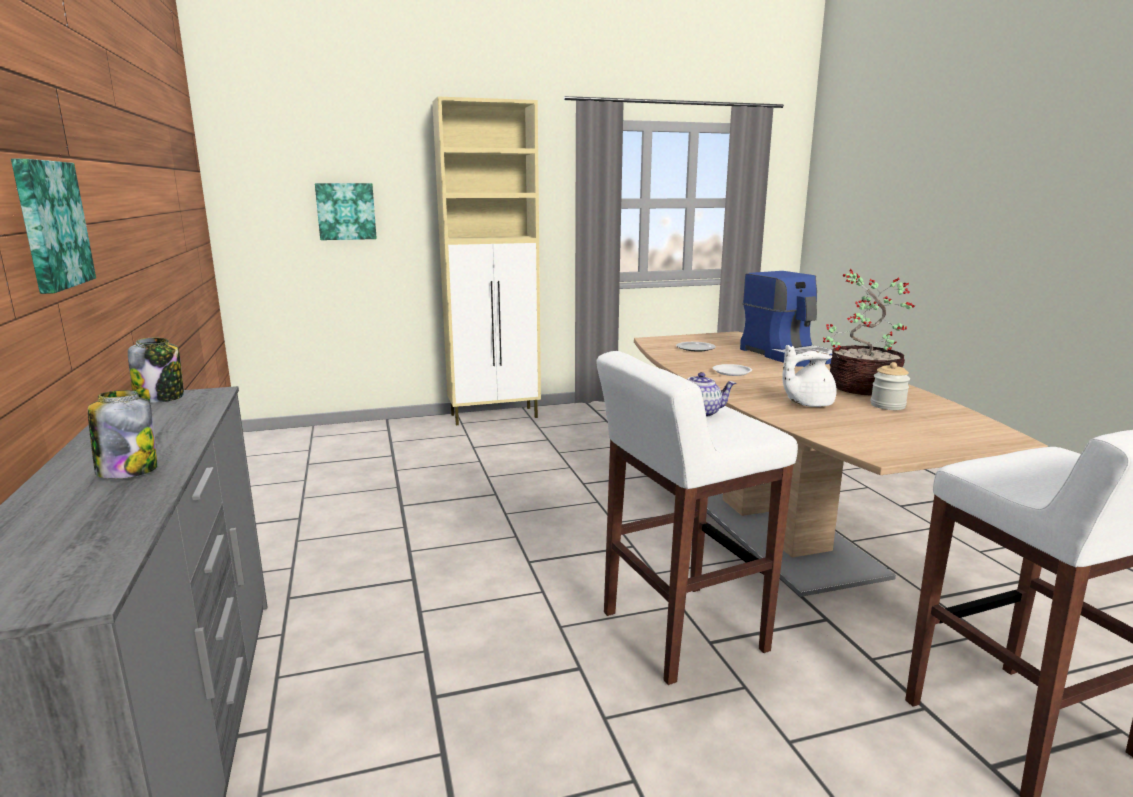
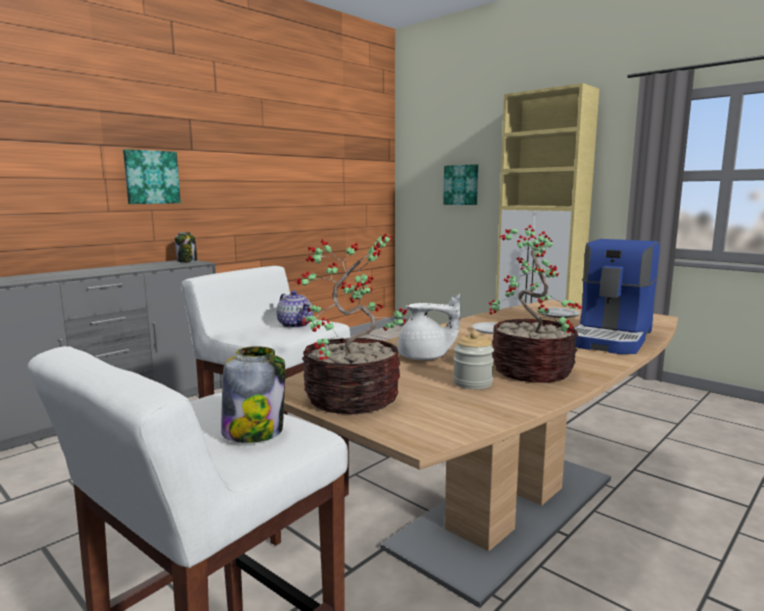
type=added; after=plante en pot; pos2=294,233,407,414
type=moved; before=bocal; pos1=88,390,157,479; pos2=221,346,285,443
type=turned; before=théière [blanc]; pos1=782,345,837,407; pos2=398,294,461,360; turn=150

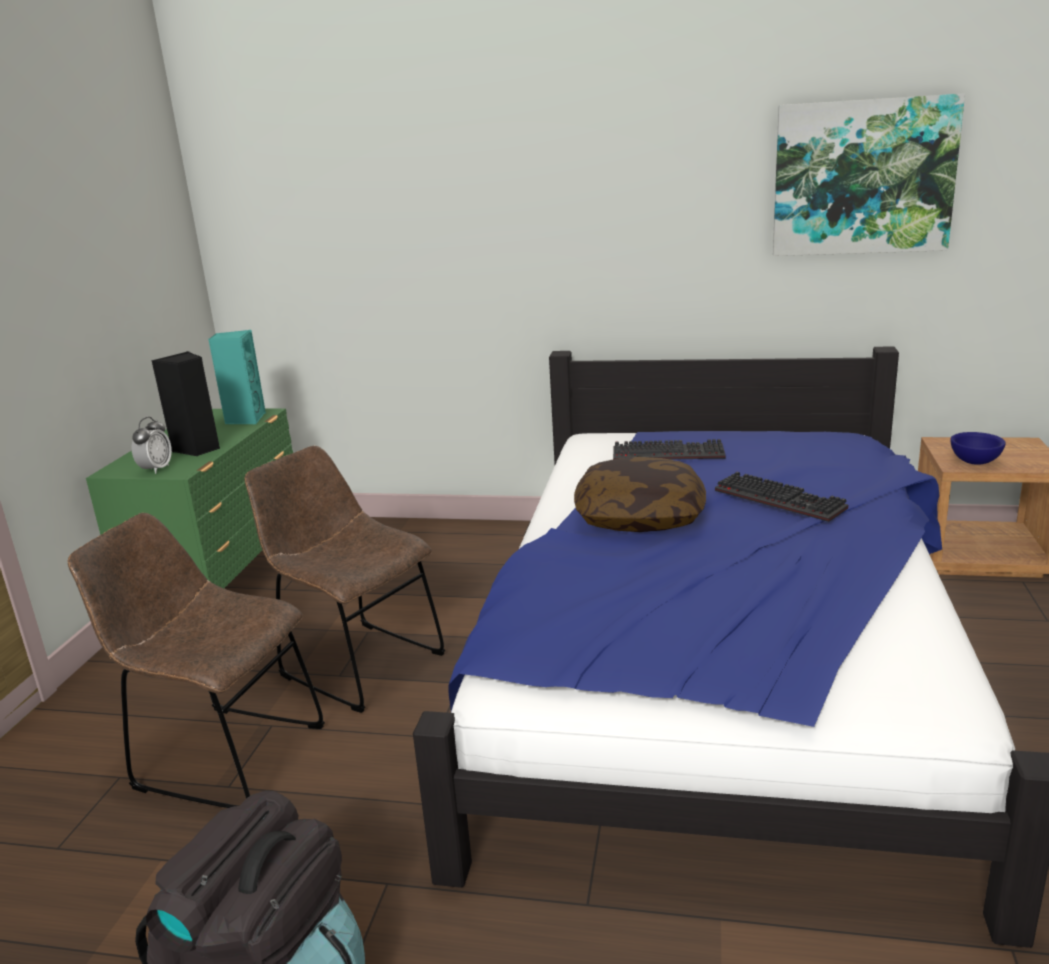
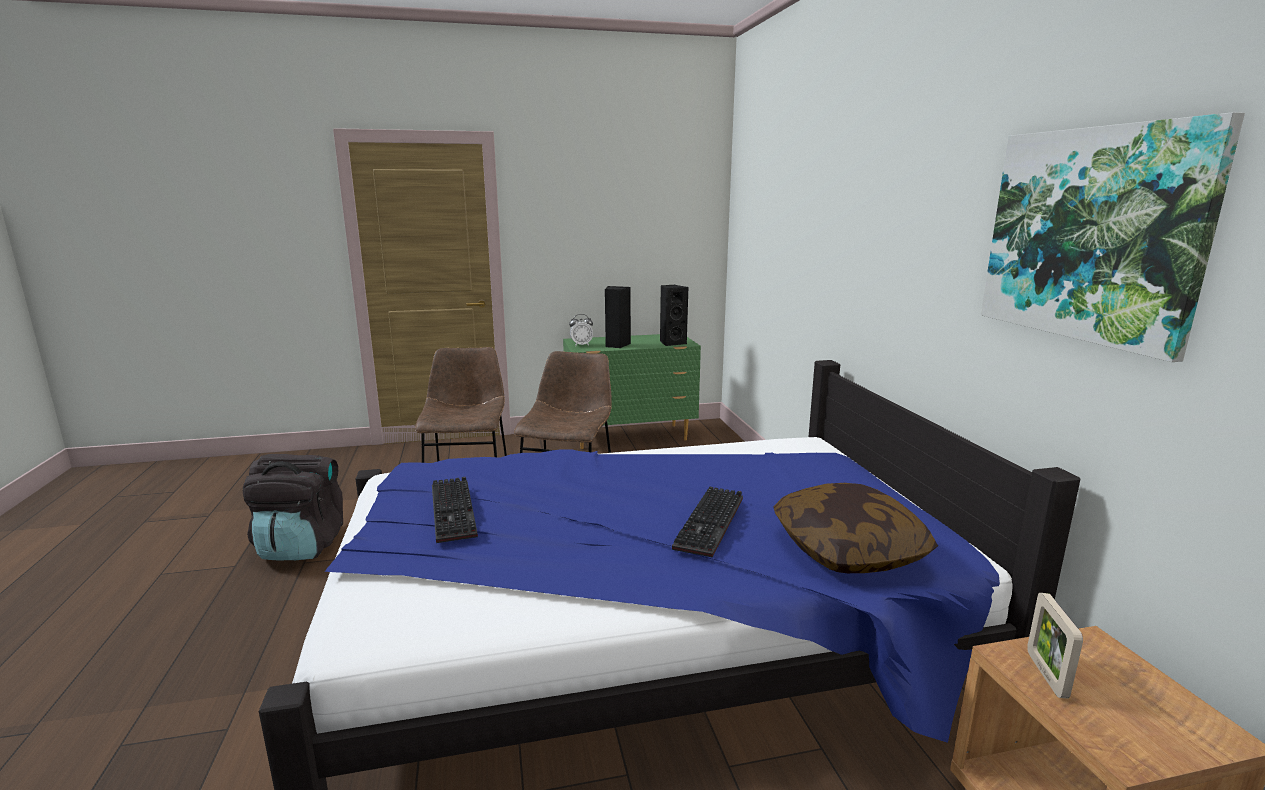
type=moved; before=coussin; pos1=574,457,706,532; pos2=773,483,938,573
type=moved; before=clavier; pos1=613,439,726,460; pos2=432,477,478,543
type=replaced; before=bol [bleu]; after=cadre photo; pos1=950,432,1006,465; pos2=1027,593,1083,699
type=recoloured; before=enceinte [turquoise]; after=enceinte [noir]; pos1=208,330,266,424; pos2=660,285,688,346

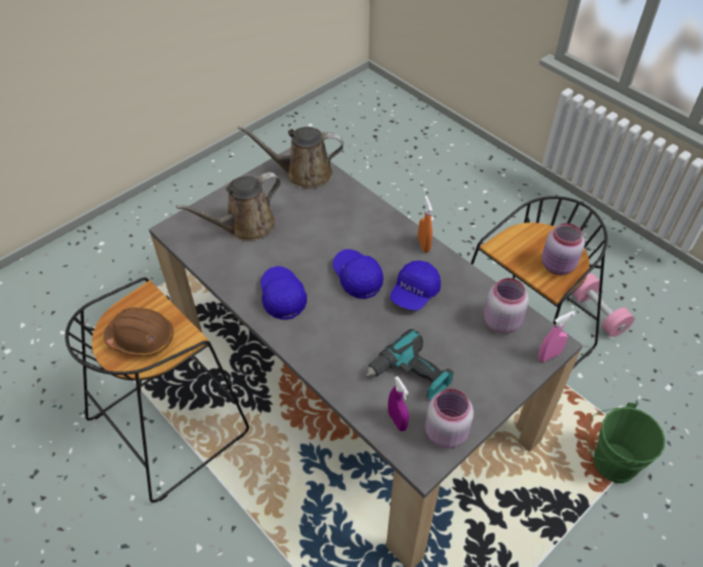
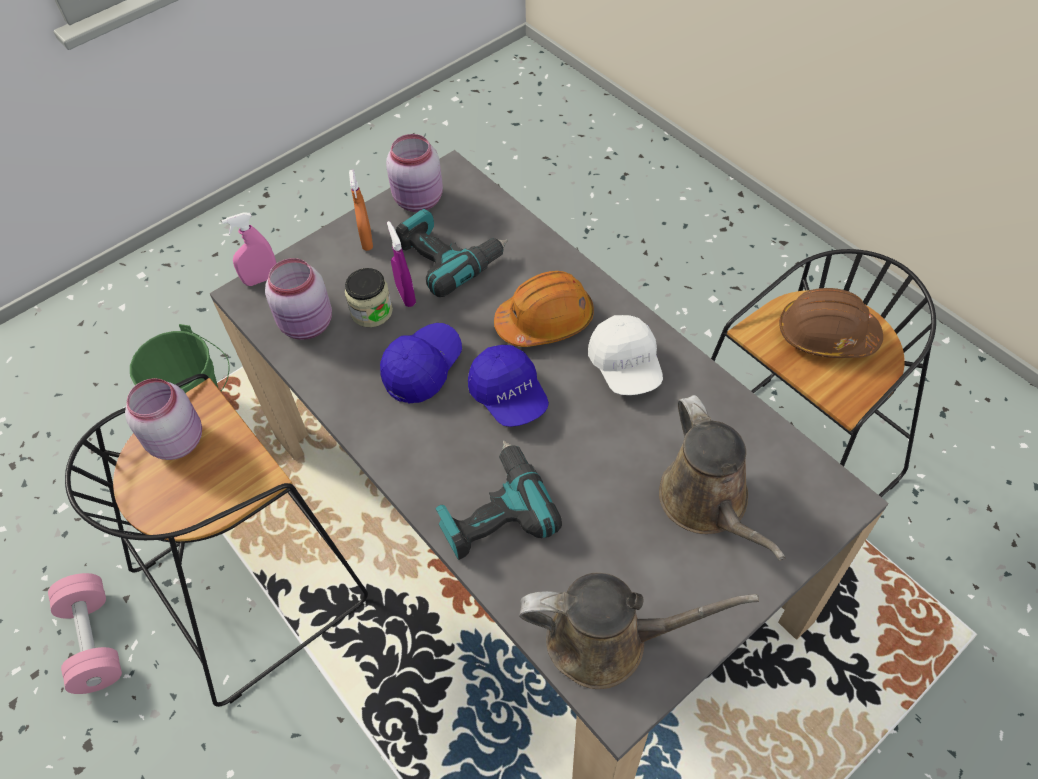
type=added; after=bocal; pos2=345,268,393,327
type=added; after=perceuse; pos2=435,440,562,560
type=added; after=casque de chantier [orange]; pos2=494,271,594,347
type=moved; before=vaporisateur [violet]; pos1=388,376,409,431; pos2=387,221,416,307
type=moved; before=vaporisateur [orange]; pos1=418,196,432,253; pos2=349,170,373,251
type=recoloured; before=casquette [bleu]; after=casquette [blanc]; pos1=261,266,307,320; pos2=588,315,663,395
type=turned; before=arrosoir [marron]; pos1=176,172,281,241; pos2=659,395,785,561; turn=105

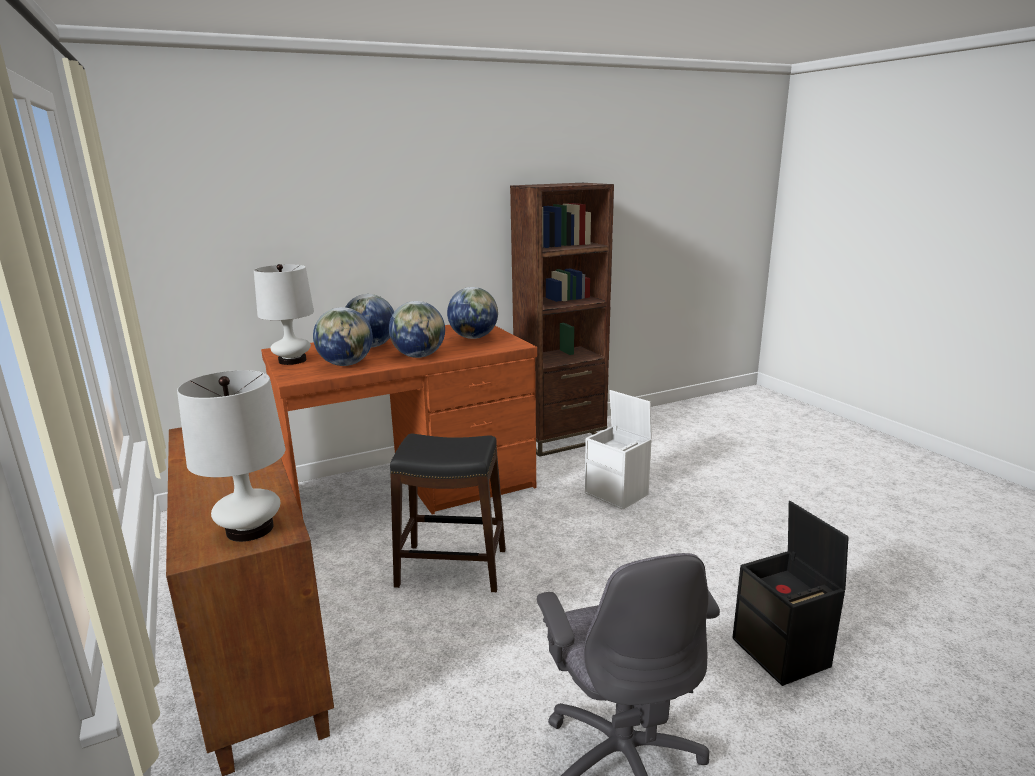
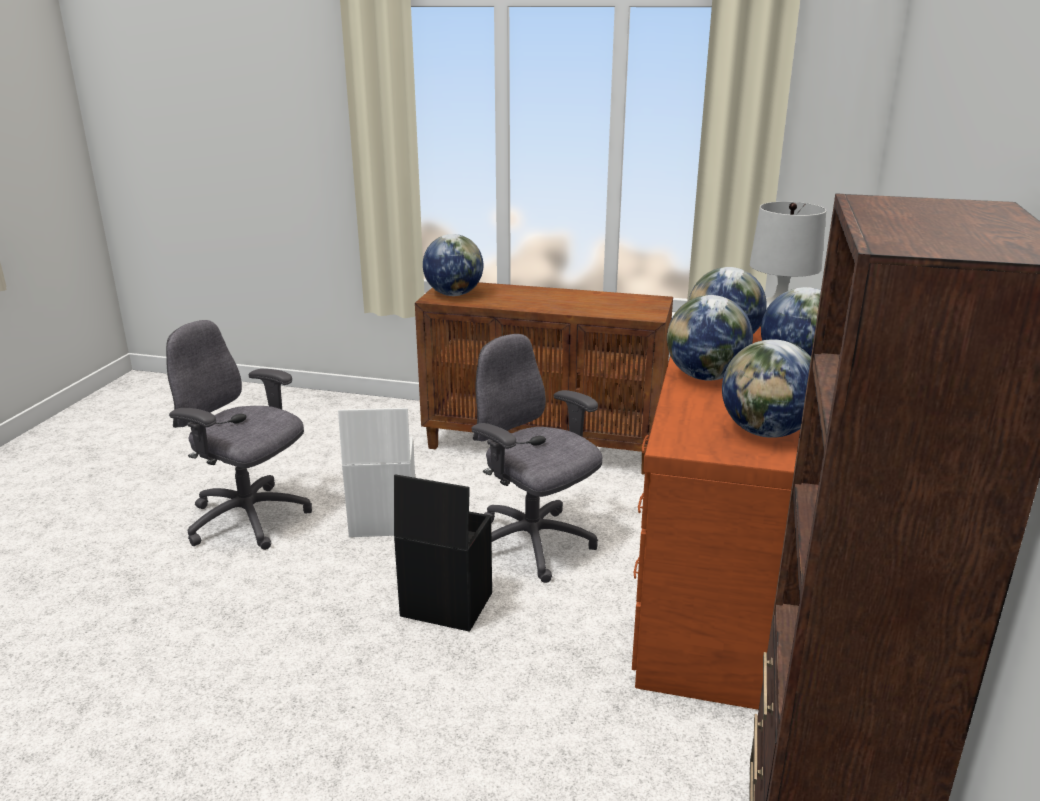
type=moved; before=boîte de rangement [blanc]; pos1=585,390,652,510; pos2=338,408,415,537
type=moved; before=boîte de rangement [noir]; pos1=732,501,849,686; pos2=394,474,492,632
type=replaced; before=lampe de table [blanc]; after=globe; pos1=177,370,285,542; pos2=423,234,483,296
type=replaced; before=tabouret [noir]; after=chaise de bureau [gris]; pos1=390,434,506,592; pos2=471,334,602,583

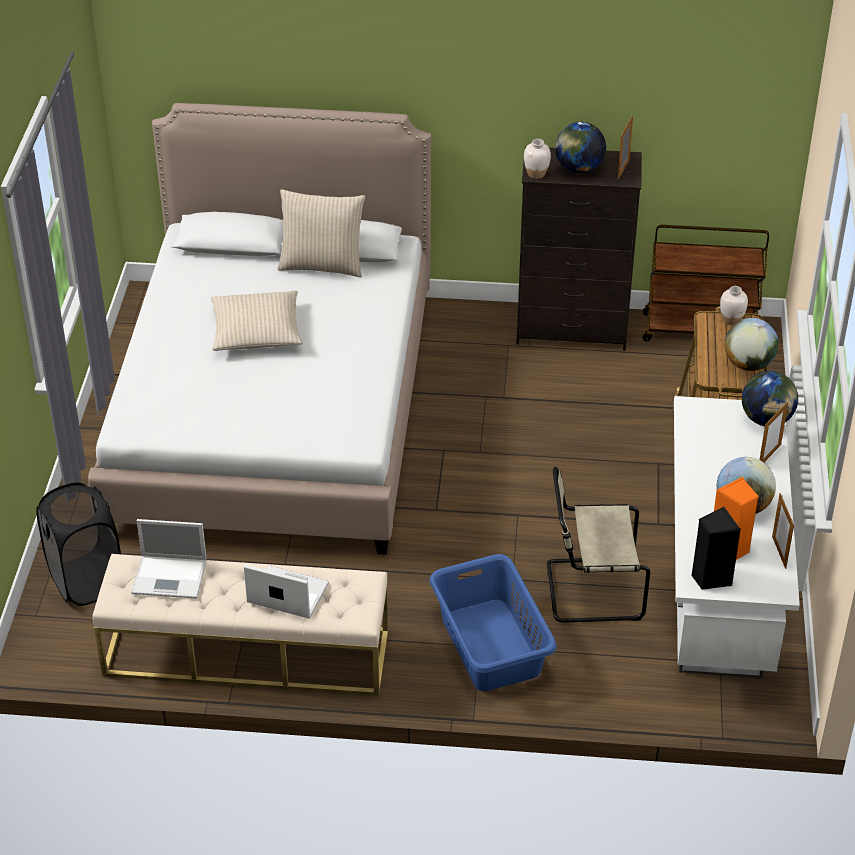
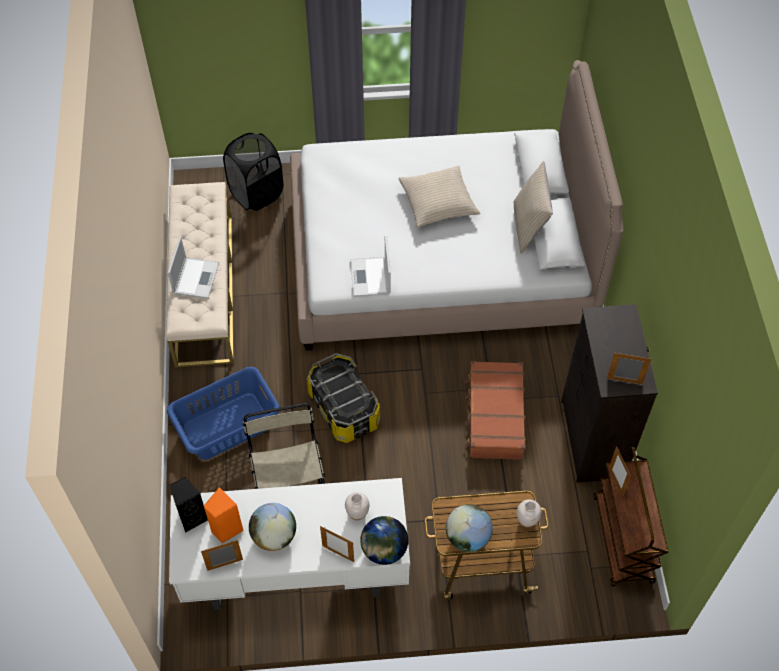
type=removed; before=globe; pos1=555,122,606,173
type=added; after=boîte de rangement; pos2=307,353,380,443
type=added; after=valise [marron]; pos2=465,361,526,460
type=added; after=cadre photo; pos2=609,446,631,496
type=moved; before=ordinateur portable; pos1=131,519,207,599; pos2=350,236,391,297
type=moved; before=vase [blanc]; pos1=524,139,551,179; pos2=345,492,370,520

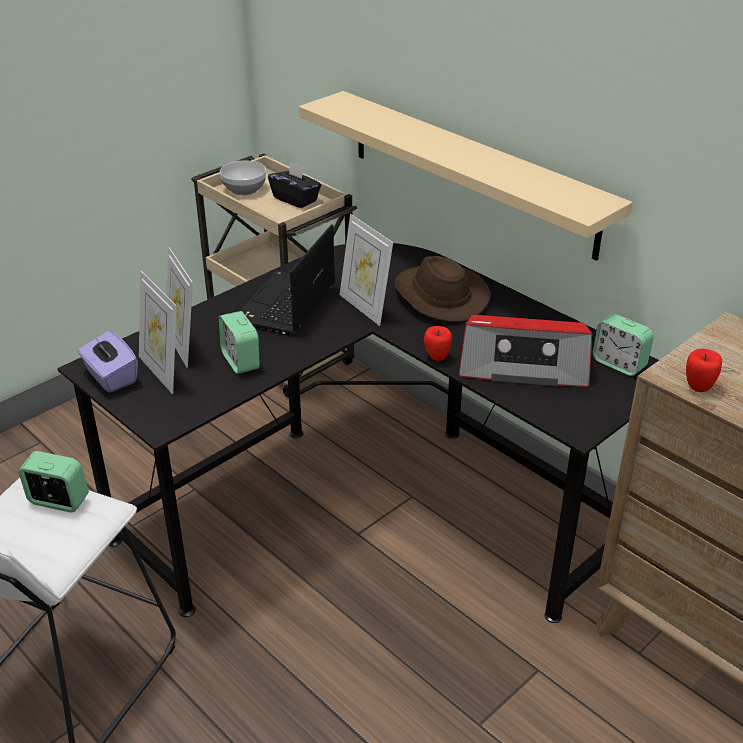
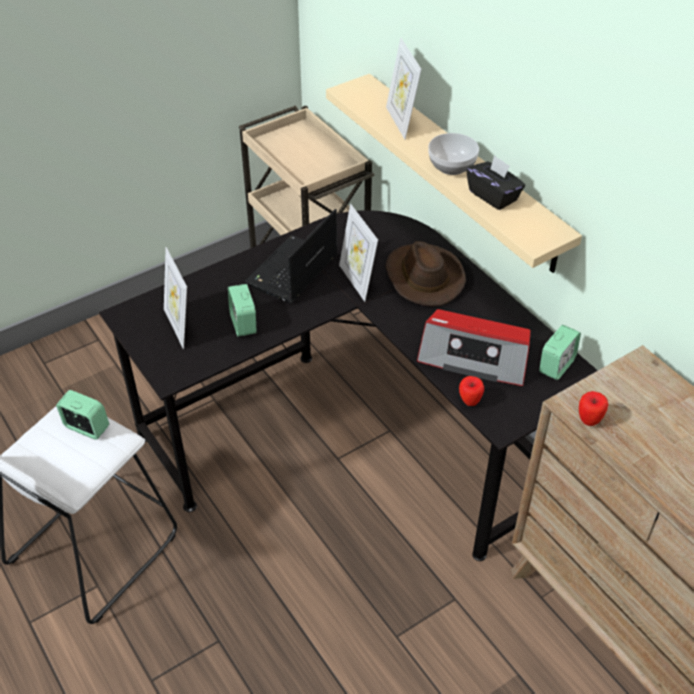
type=removed; before=boîte à mouchoirs [violet]; pos1=78,331,138,393
type=moved; before=cadre photo; pos1=166,247,193,368; pos2=386,38,422,140
type=moved; before=bol; pos1=220,160,266,195; pos2=428,133,479,175
type=moved; before=boîte à mouchoirs [noir]; pos1=268,161,321,208; pos2=466,155,525,210
type=moved; before=pomme; pos1=424,326,452,361; pos2=459,376,484,406
type=turned; before=réveil; pos1=592,314,654,376; pos2=539,325,581,380; turn=-105

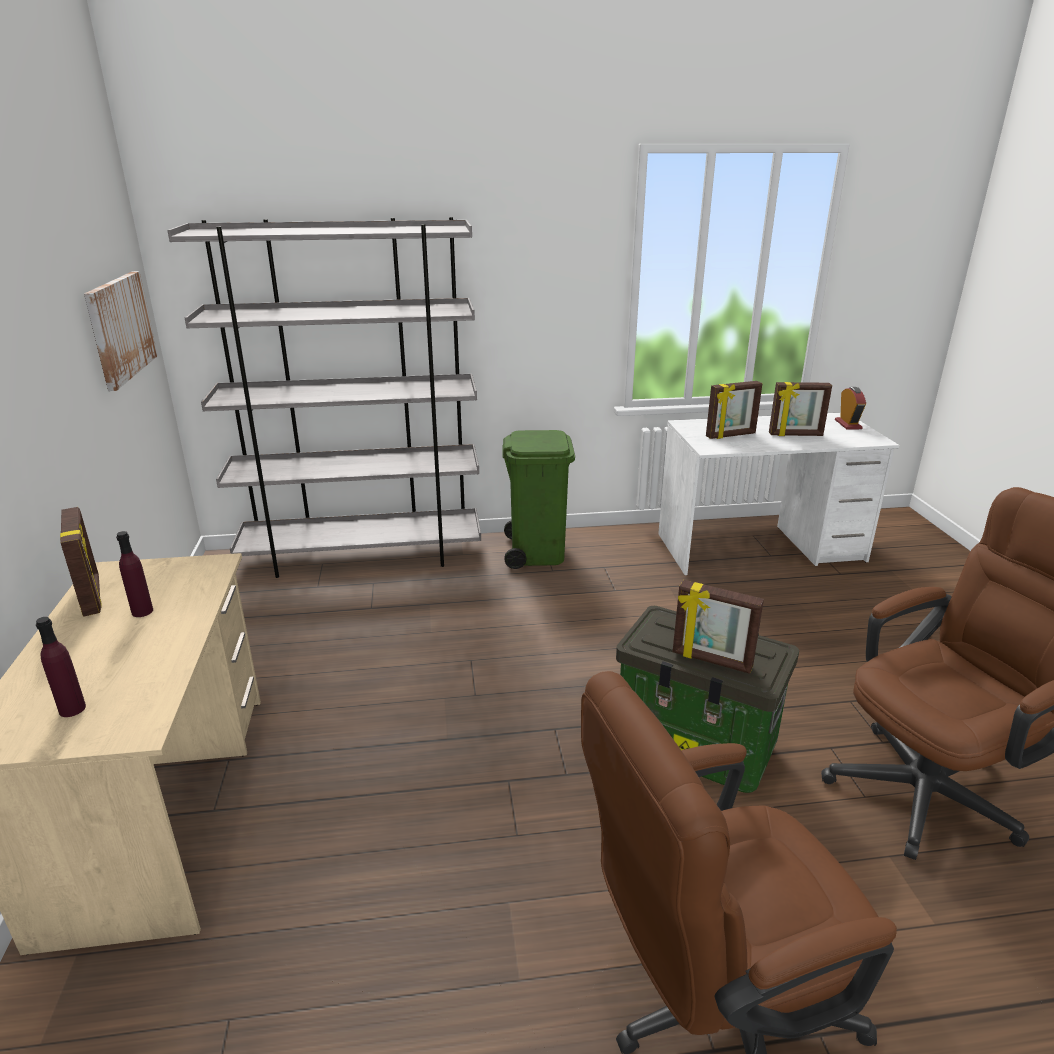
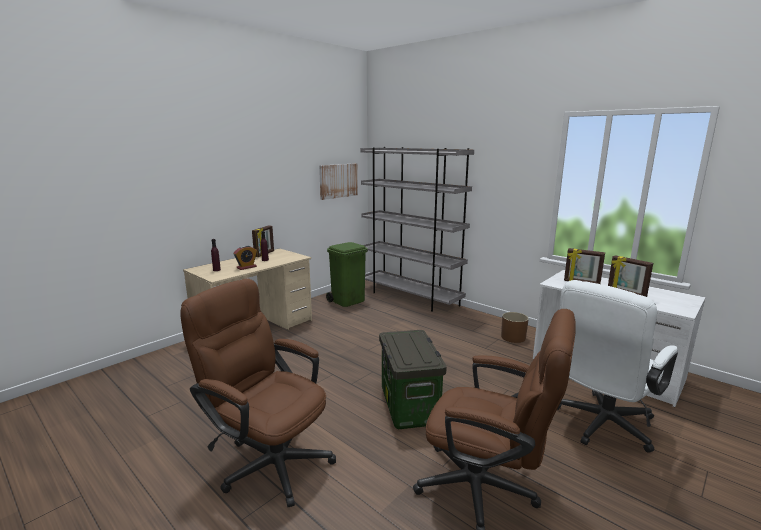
type=removed; before=cadre photo; pos1=673,580,764,674
type=added; after=cache-pot [marron]; pos2=501,312,529,343
type=added; after=chaise de bureau [blanc]; pos2=557,280,678,453
type=moved; before=poubelle [vert]; pos1=502,430,575,569; pos2=326,242,368,307
type=moved; before=réveil; pos1=835,387,866,430; pos2=234,245,257,270

